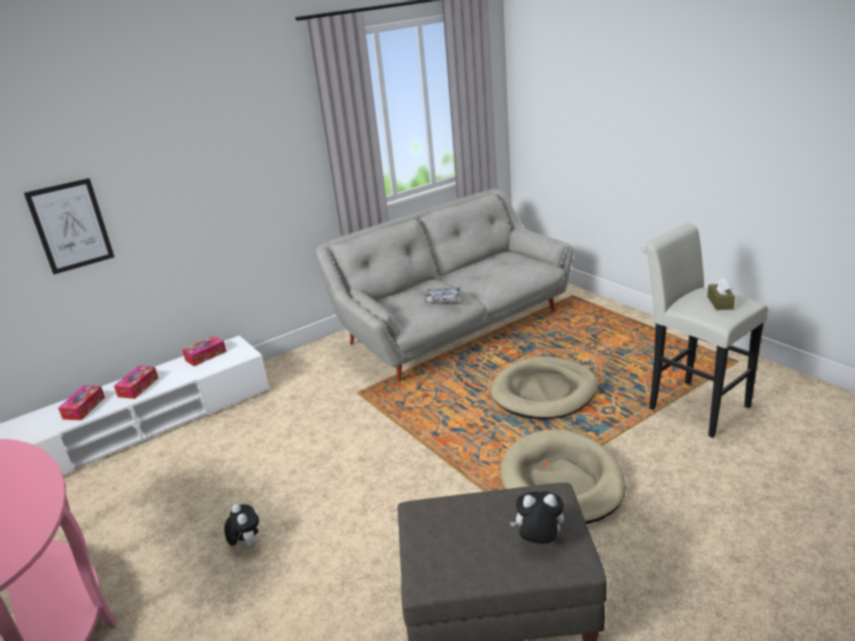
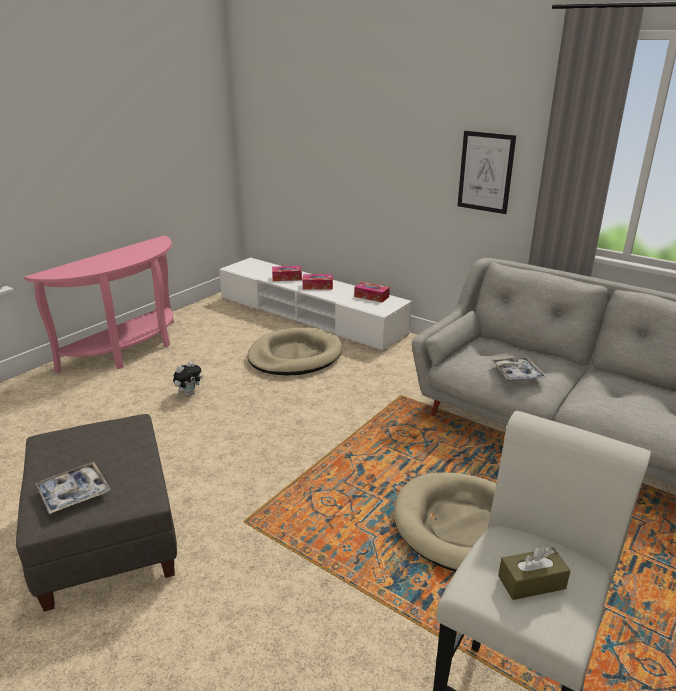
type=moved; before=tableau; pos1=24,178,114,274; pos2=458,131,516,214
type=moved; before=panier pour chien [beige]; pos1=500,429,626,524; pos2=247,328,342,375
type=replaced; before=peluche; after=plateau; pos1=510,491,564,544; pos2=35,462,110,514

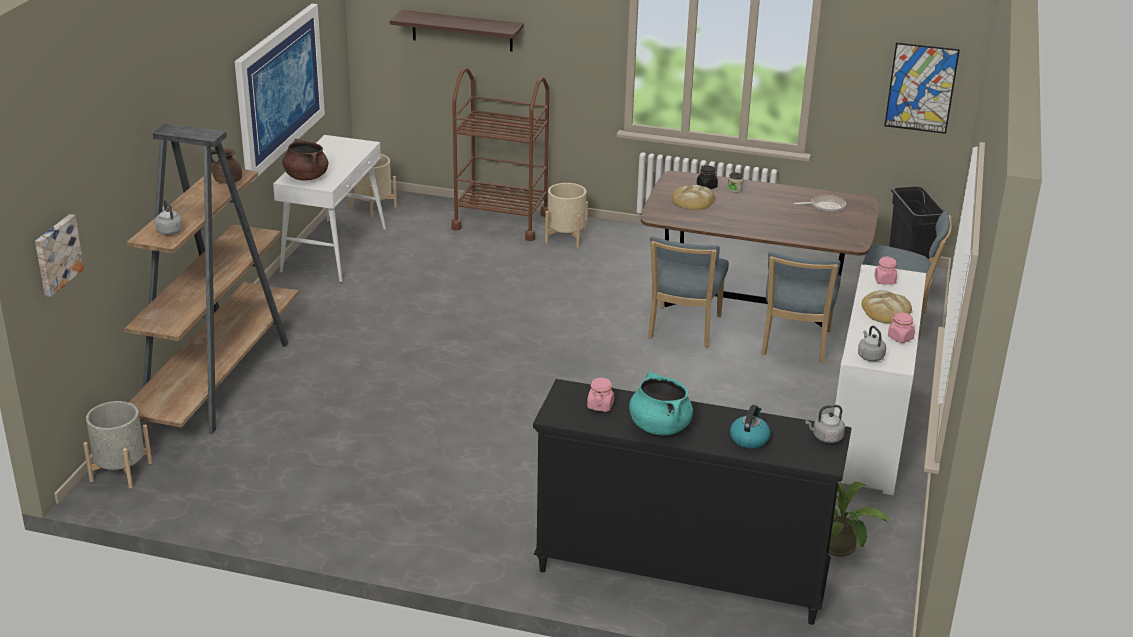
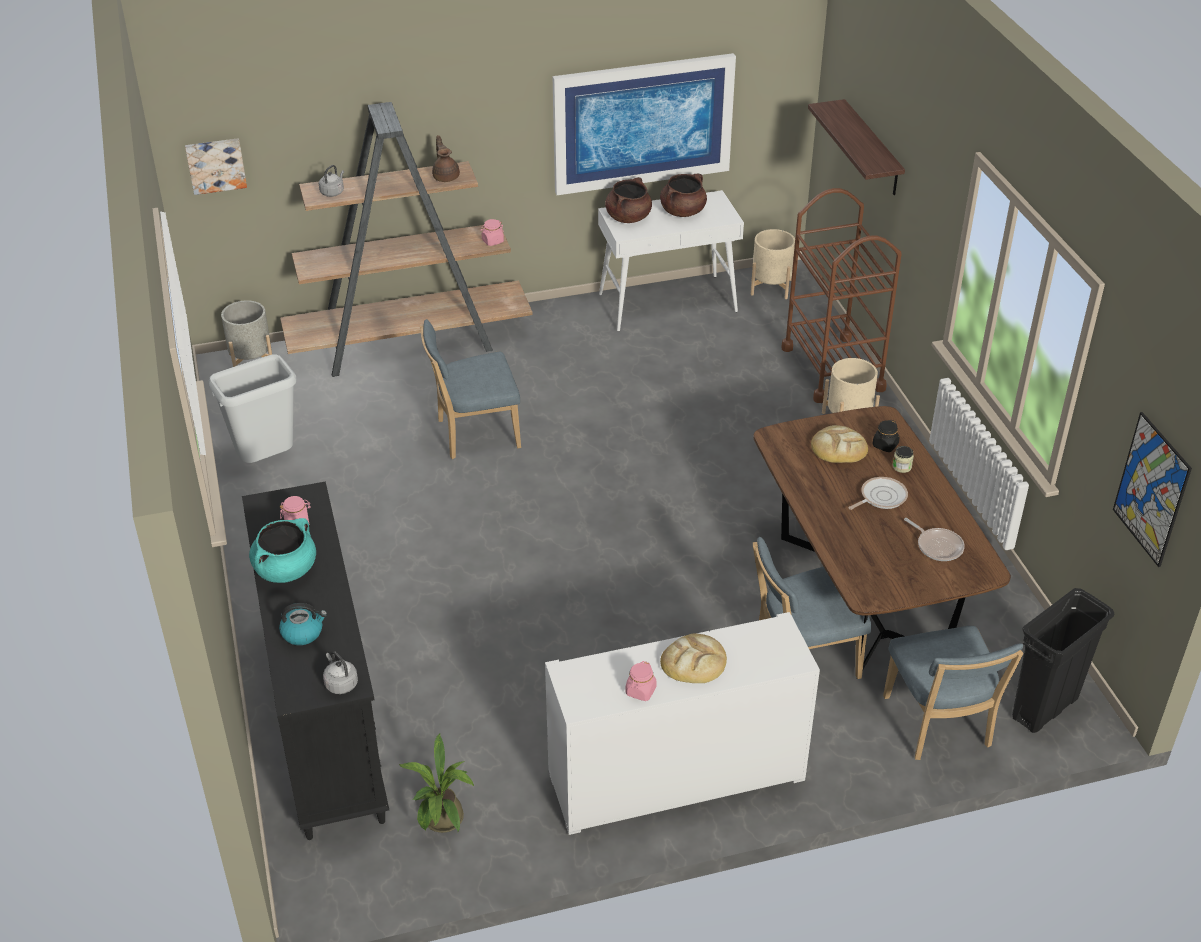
type=removed; before=bouilloire [gris]; pos1=858,326,886,362
type=added; after=poubelle [gris]; pos2=208,354,297,463
type=added; after=marmite [marron]; pos2=660,174,707,217
type=added; after=poêle; pos2=848,477,908,510
type=moved; before=chaise [bleu]; pos1=648,236,729,347; pos2=420,319,521,459
type=moved; before=bocal [rose]; pos1=874,256,897,285; pos2=481,219,504,246

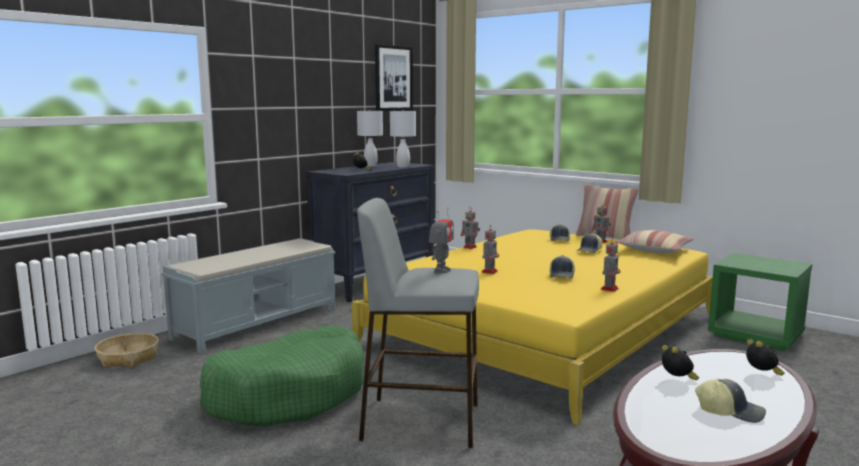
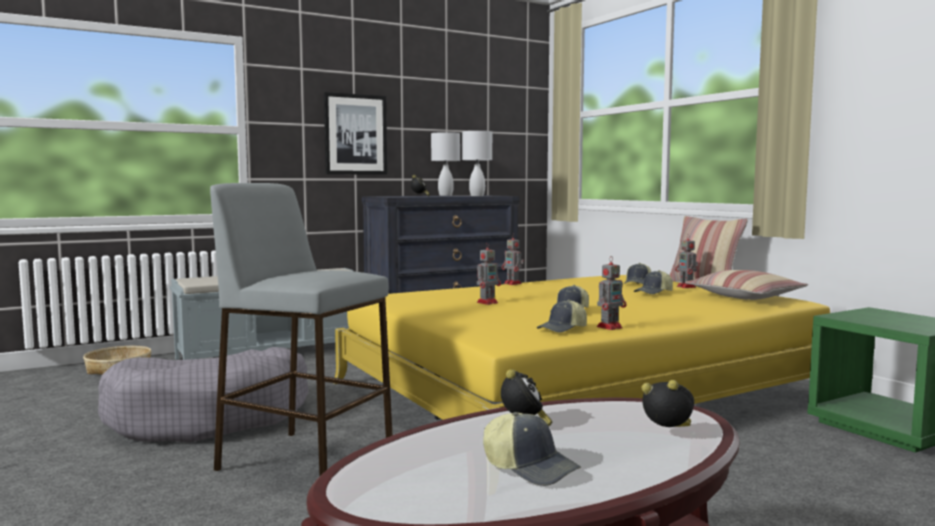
type=removed; before=robot jouet; pos1=429,208,454,273
type=added; after=casquette; pos2=537,300,587,333
type=moved; before=tableau; pos1=375,44,413,111; pos2=324,92,387,175
type=recoloured; before=panier pour chien [vert]; after=panier pour chien [gris]; pos1=200,326,364,426; pos2=98,347,309,443
type=turned; before=réveil; pos1=746,339,785,376; pos2=641,380,695,427; turn=-75

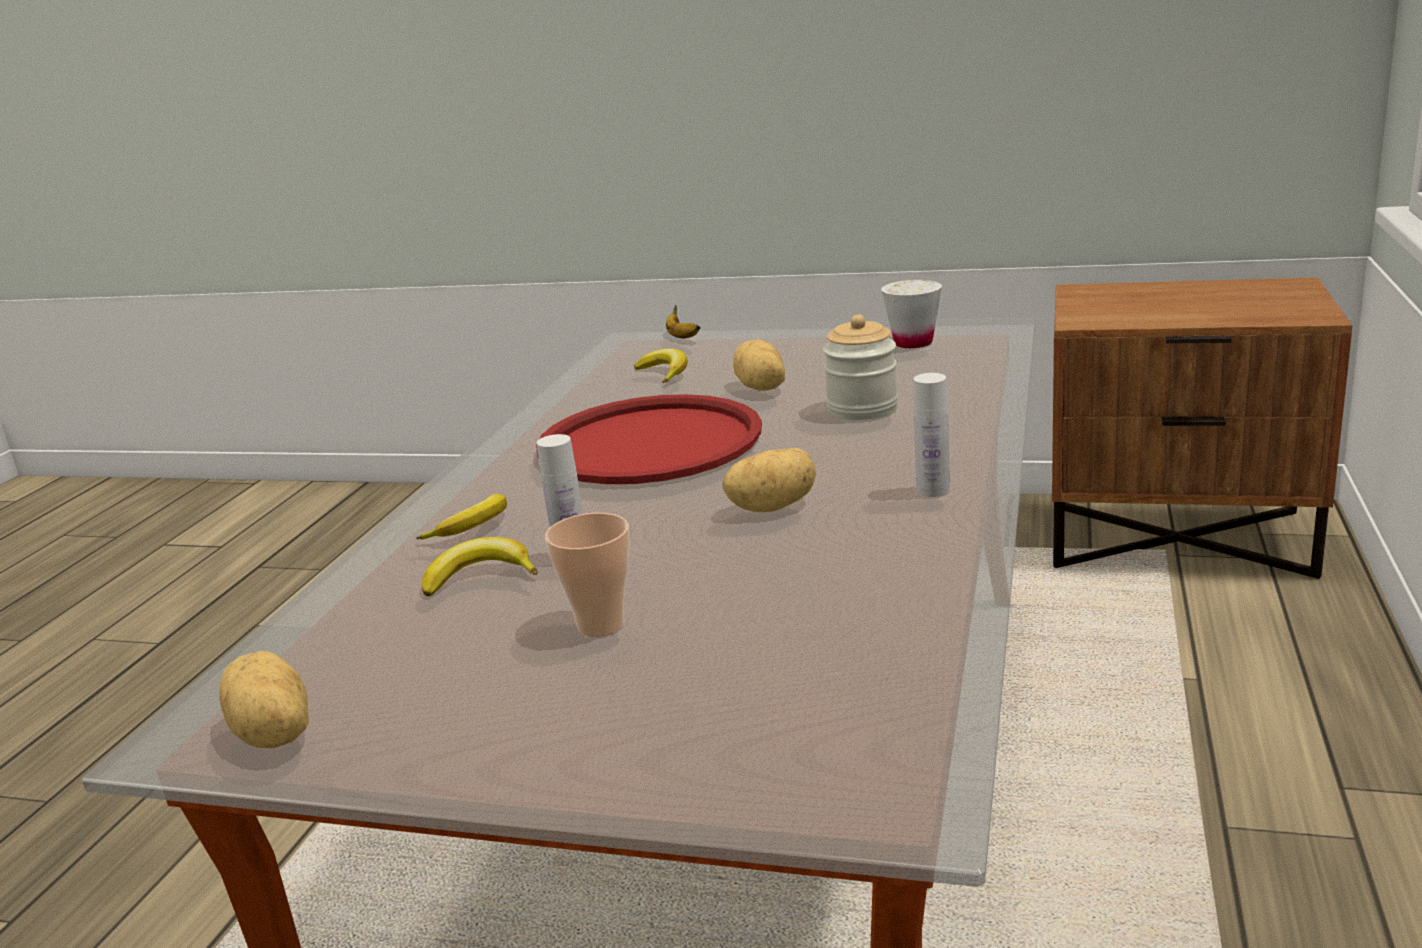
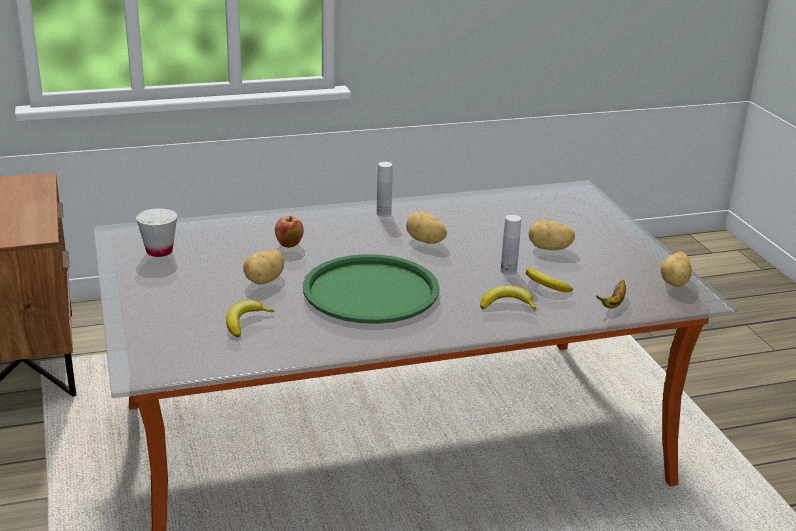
type=moved; before=banane; pos1=666,305,701,338; pos2=596,280,626,309
type=replaced; before=tasse; after=pomme de terre; pos1=545,513,630,637; pos2=528,220,575,250
type=replaced; before=bocal; after=pomme; pos1=823,314,898,420; pos2=275,216,304,248
type=recoloured; before=plateau [rouge]; after=plateau [vert]; pos1=536,394,762,484; pos2=303,254,440,324

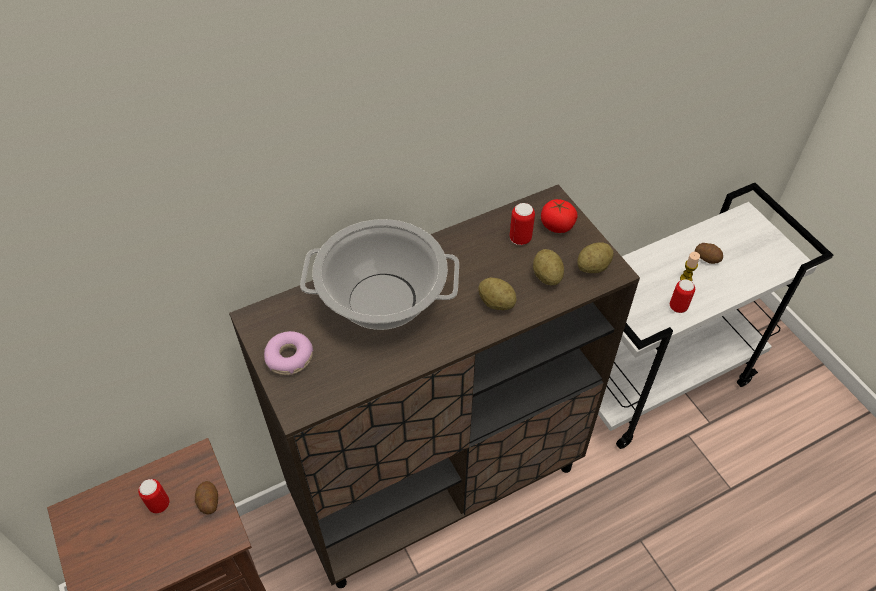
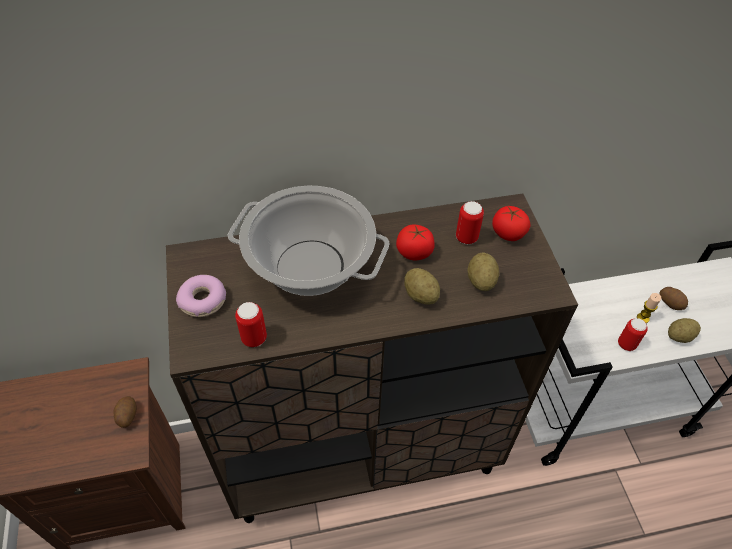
type=added; after=tomate; pos2=396,224,435,261
type=moved; before=boîte métallique; pos1=138,479,170,513; pos2=235,302,267,347
type=moved; before=pomme de terre; pos1=577,242,613,273; pos2=668,318,701,343

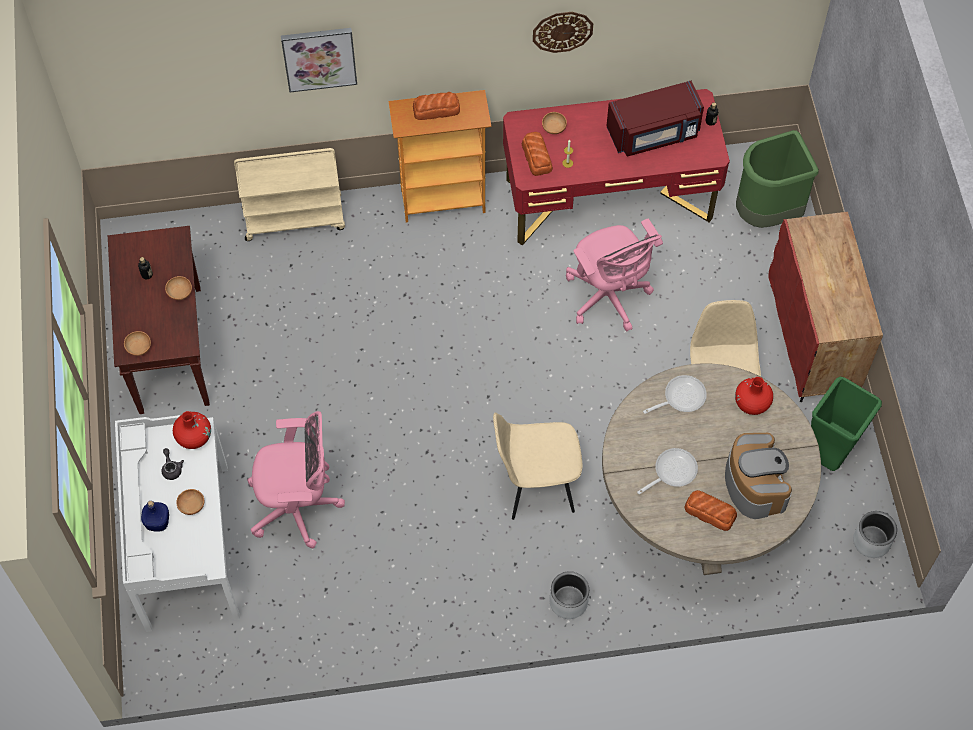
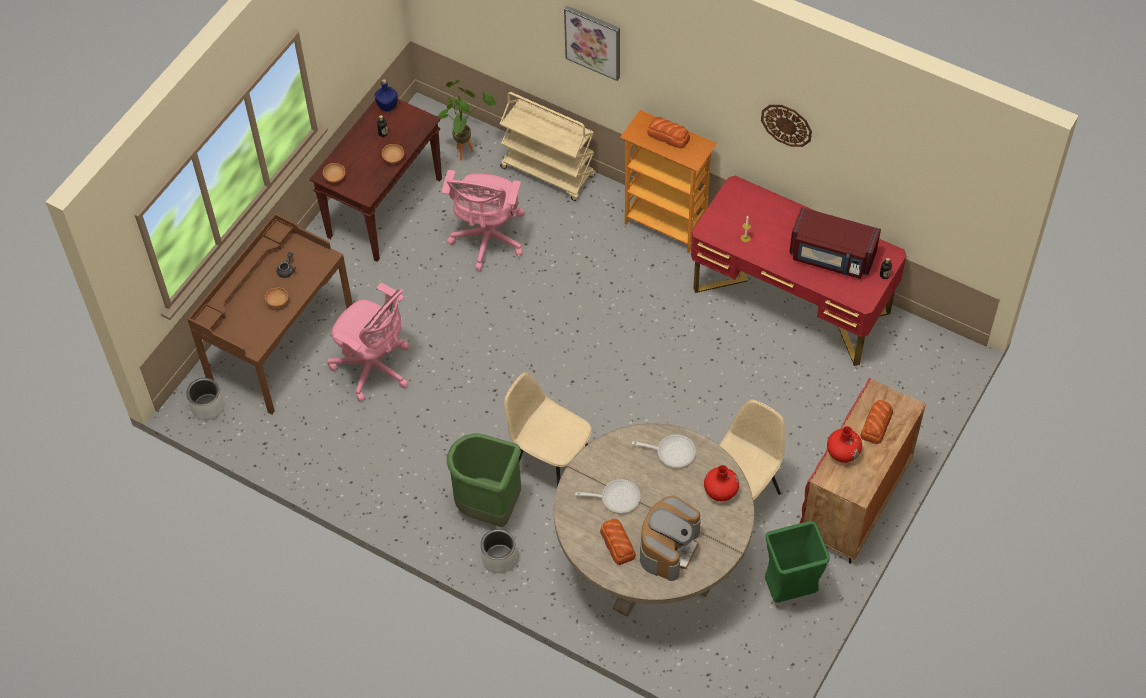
type=removed; before=bol [marron]; pos1=542,112,567,134
type=added; after=plante en pot; pos2=437,79,496,160
type=moved; before=bouteille [bleu]; pos1=141,501,169,532; pos2=375,79,398,112
type=moved; before=vase [rouge]; pos1=173,411,211,449; pos2=827,426,862,463
type=moved; before=pain; pos1=522,132,553,176; pos2=861,400,893,444
type=moved; before=chaise de bureau [rose]; pos1=566,219,663,331; pos2=442,170,525,270
type=moved; before=poubelle [vert]; pos1=736,130,819,228; pos2=447,434,521,527
type=moved; before=cache-pot [gris]; pos1=853,511,897,558; pos2=186,378,224,420
type=recoloured; before=bureau [blanc]; after=bureau [marron]; pos1=115,415,240,632; pos2=187,213,353,415

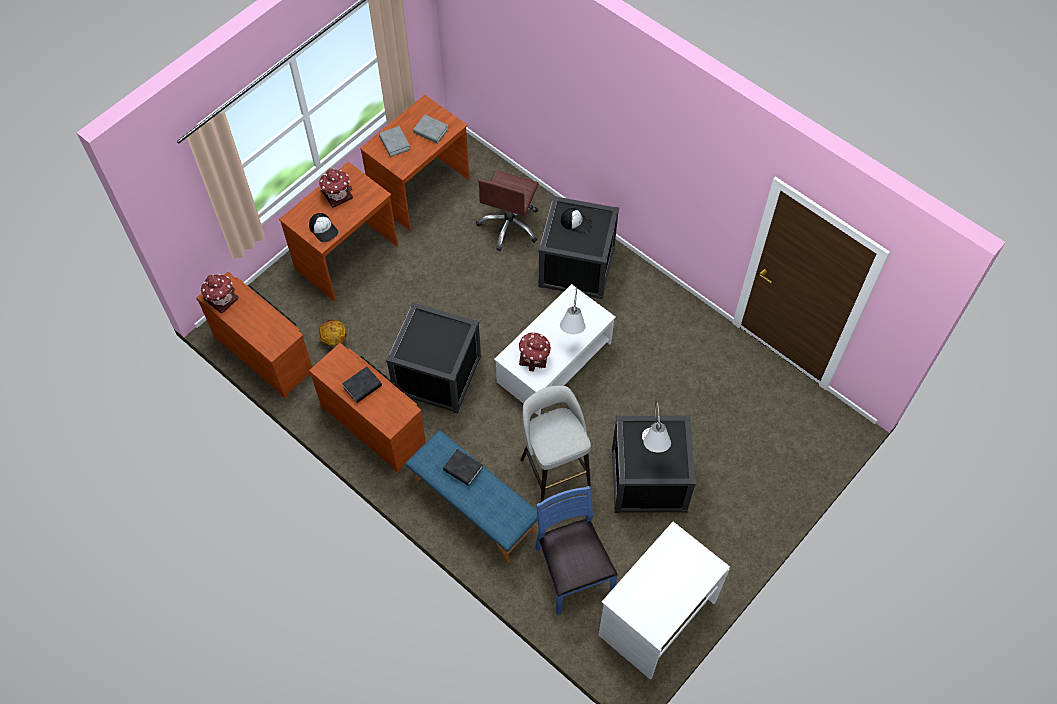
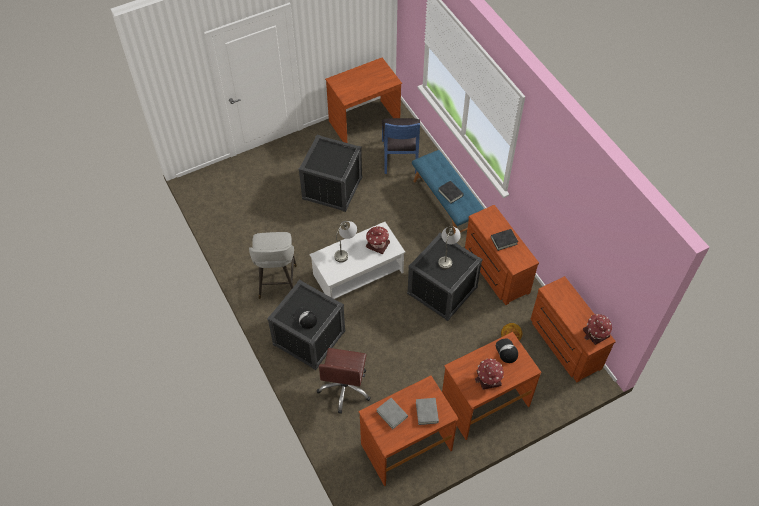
type=moved; before=tabouret [gris]; pos1=520,385,591,502; pos2=249,232,297,299
type=moved; before=lampe de table [gris]; pos1=642,400,671,452; pos2=438,226,461,269
type=recoloured; before=bureau [blanc]; after=bureau [marron]; pos1=599,522,730,680; pos2=325,58,402,143
type=turned; before=chaise de bureau [marron]; pos1=476,170,539,251; pos2=317,348,371,414; turn=150

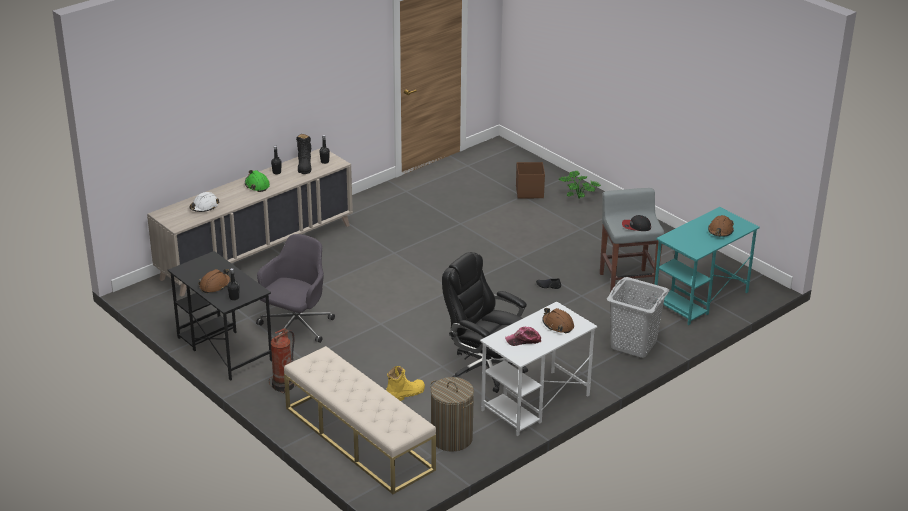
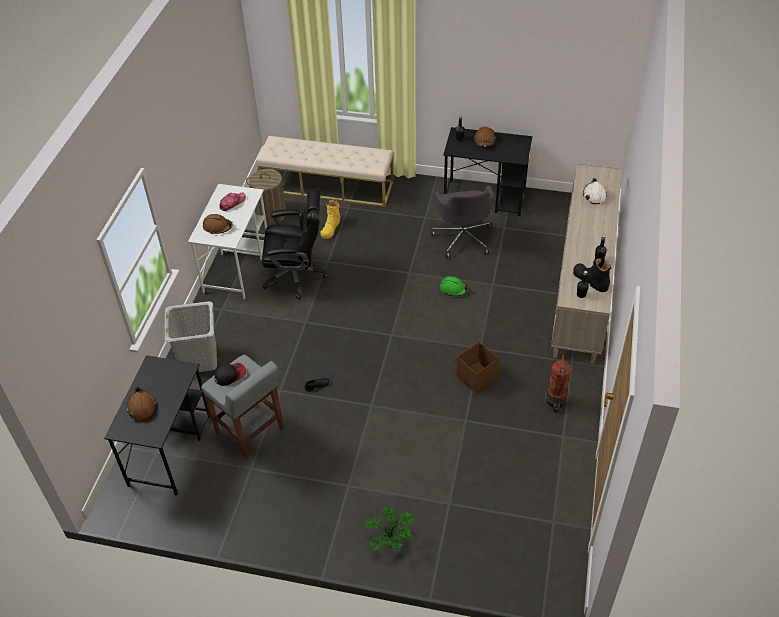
type=moved; before=casque de chantier [vert]; pos1=245,170,270,192; pos2=440,276,469,296
type=moved; before=extincteur; pos1=269,328,295,393; pos2=545,355,571,413
type=moved; before=boîte de rangement [marron]; pos1=516,162,545,199; pos2=456,342,499,393
type=recoloured; before=bureau [turquoise]; after=bureau [noir]; pos1=654,207,760,325; pos2=104,355,210,496

